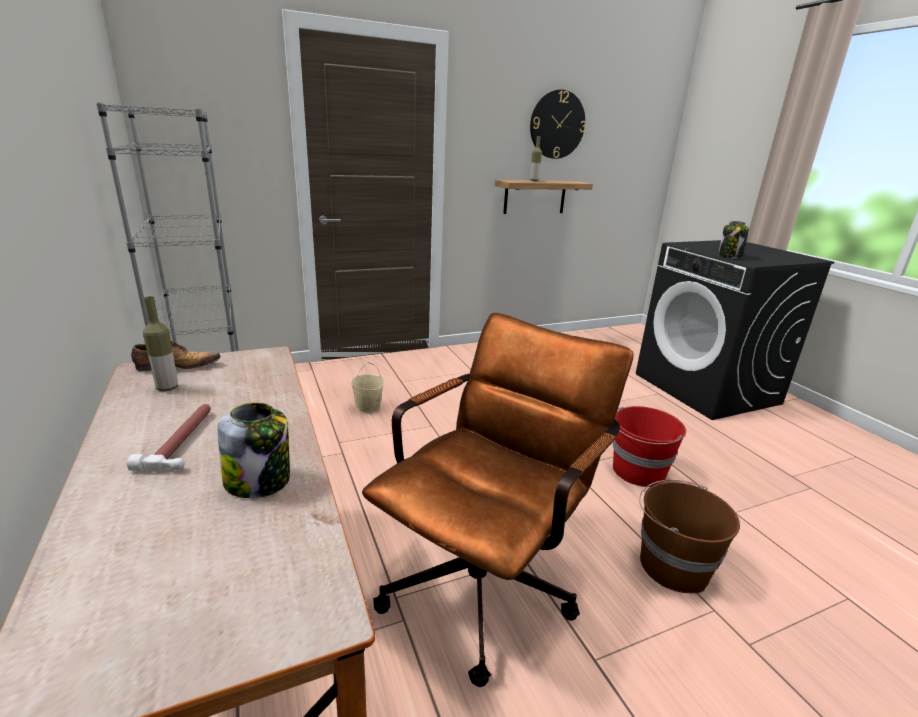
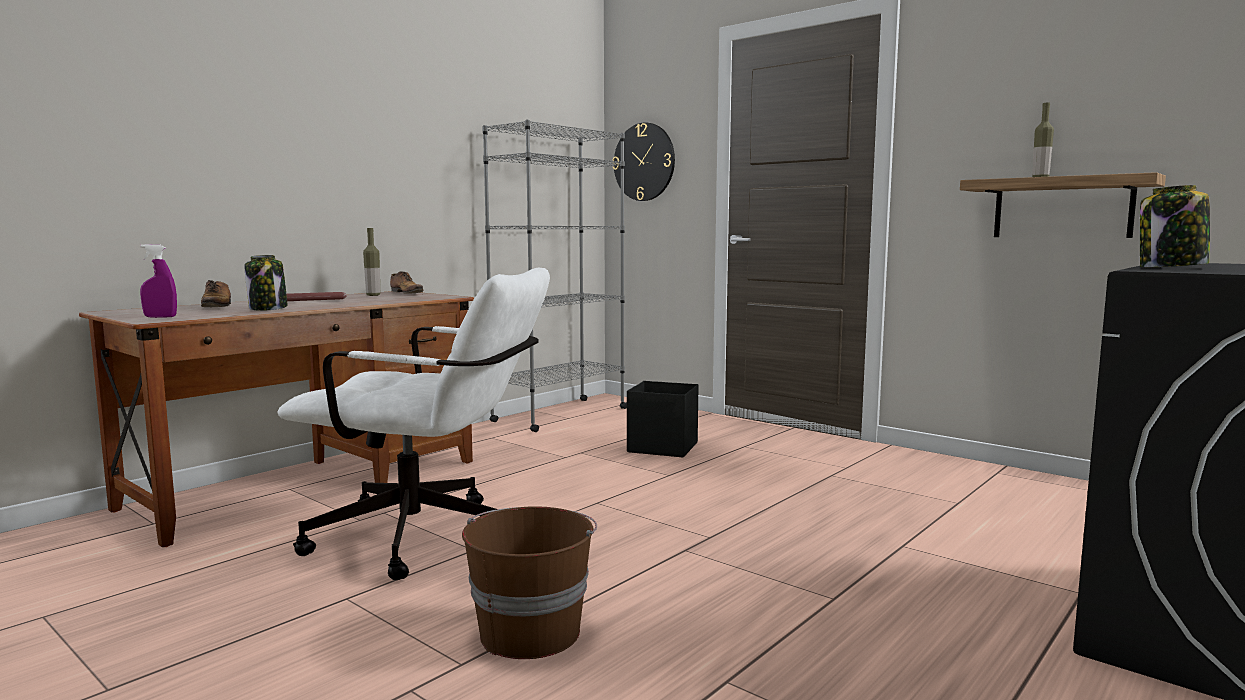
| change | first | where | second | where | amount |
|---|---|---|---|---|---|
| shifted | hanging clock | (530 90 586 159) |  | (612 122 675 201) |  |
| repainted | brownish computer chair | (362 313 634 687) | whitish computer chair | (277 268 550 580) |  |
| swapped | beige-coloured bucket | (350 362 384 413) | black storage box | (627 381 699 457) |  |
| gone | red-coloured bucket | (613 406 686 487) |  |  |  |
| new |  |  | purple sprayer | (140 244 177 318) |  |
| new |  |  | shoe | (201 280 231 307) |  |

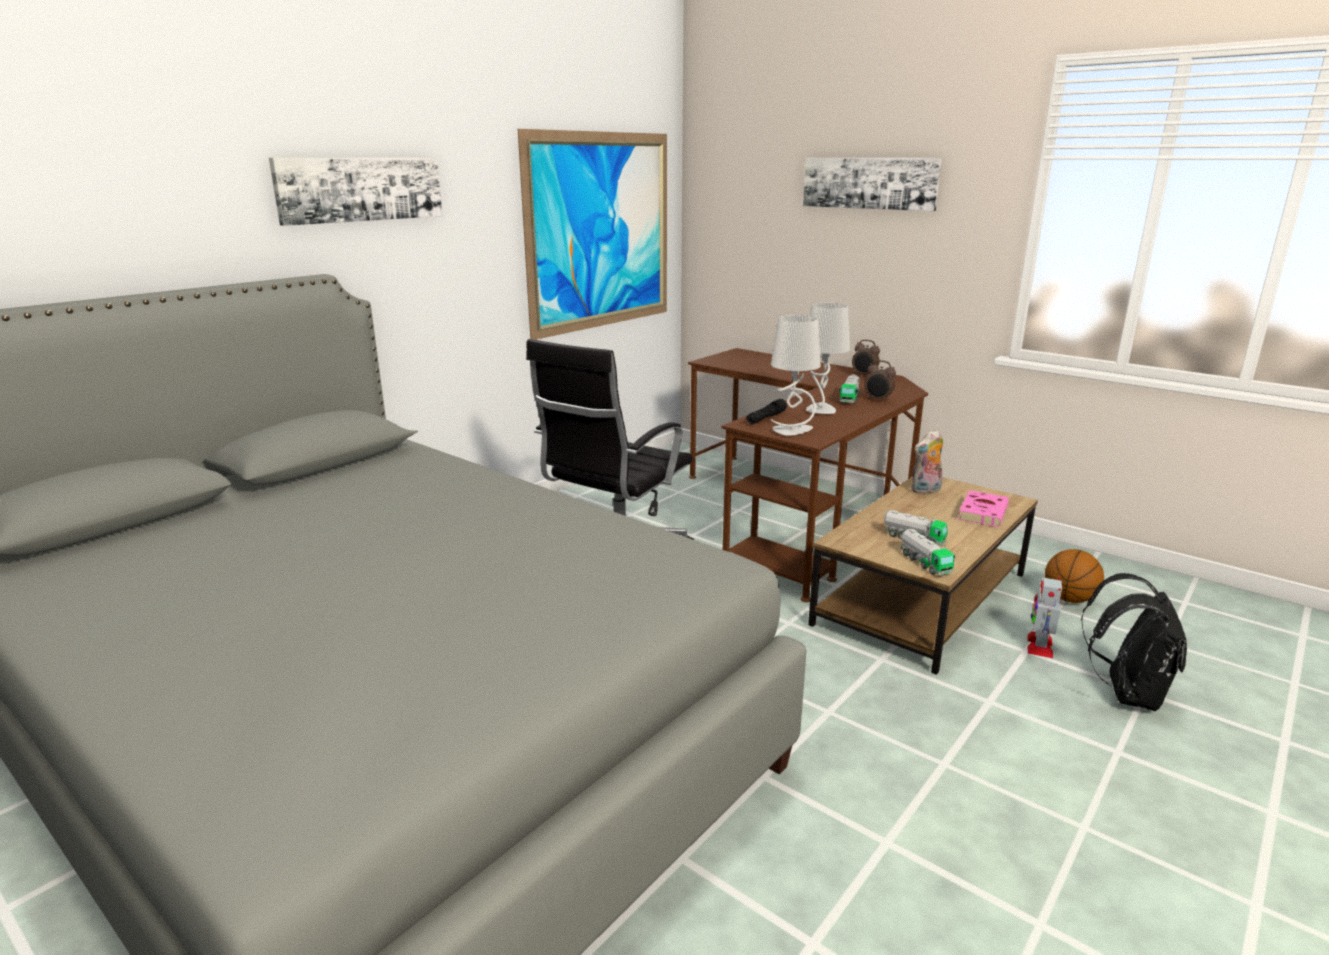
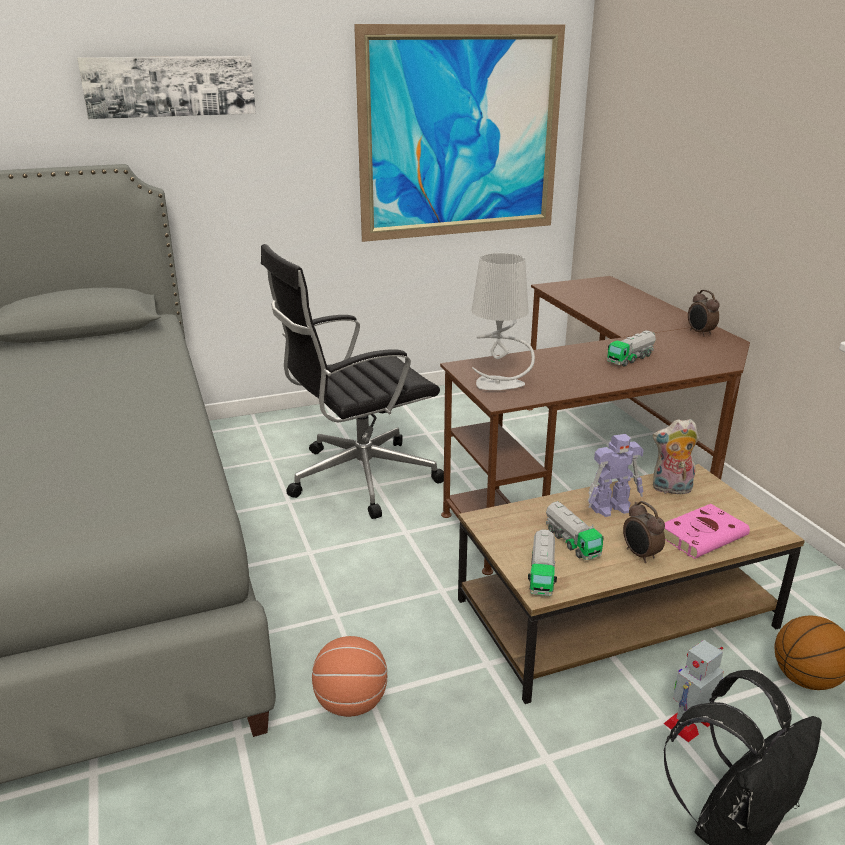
| change | first | where | second | where | amount |
|---|---|---|---|---|---|
| gone | picture | (803 158 942 211) |  |  |  |
| gone | gray table lamp | (806 303 850 414) |  |  |  |
| shifted | alarm clock | (864 360 896 402) |  | (623 501 665 563) |  |
| gone | black flashlight | (746 399 787 424) |  |  |  |
| new |  |  | robot figure | (588 434 644 517) |  |
| new |  |  | ball for basketball | (312 636 387 717) |  |

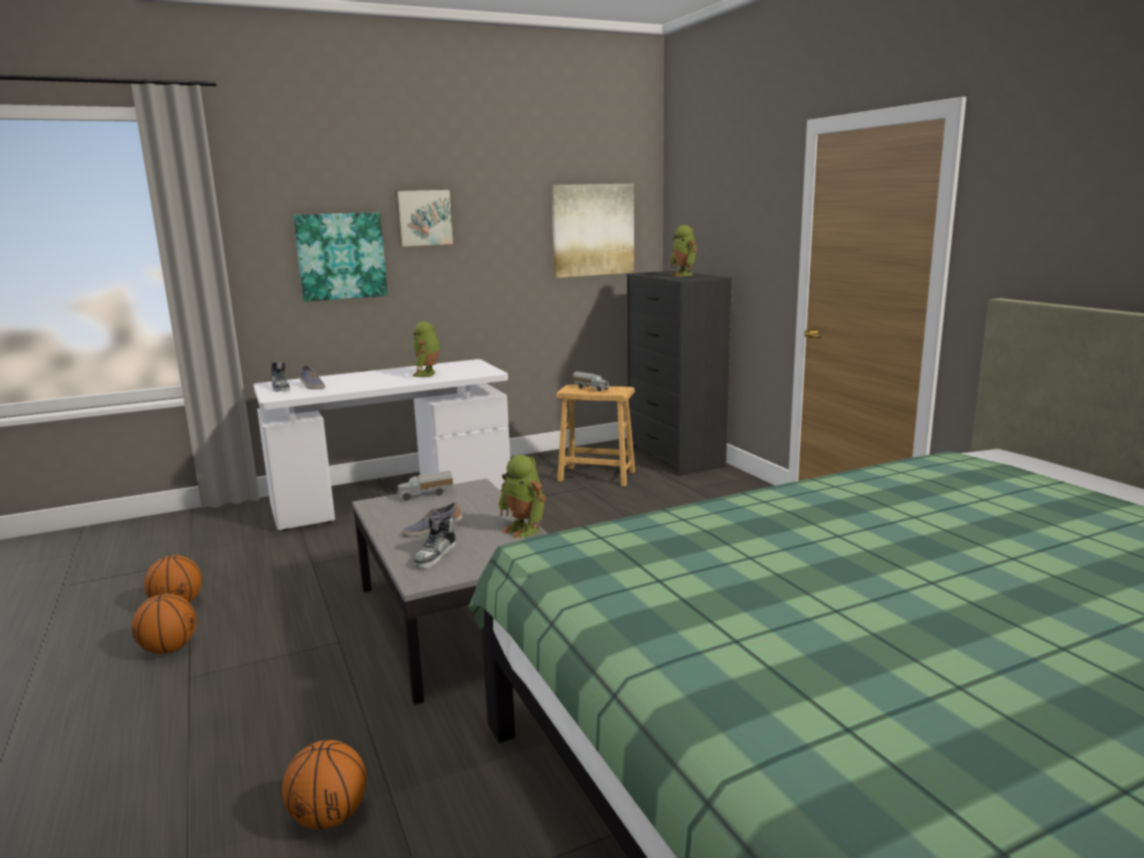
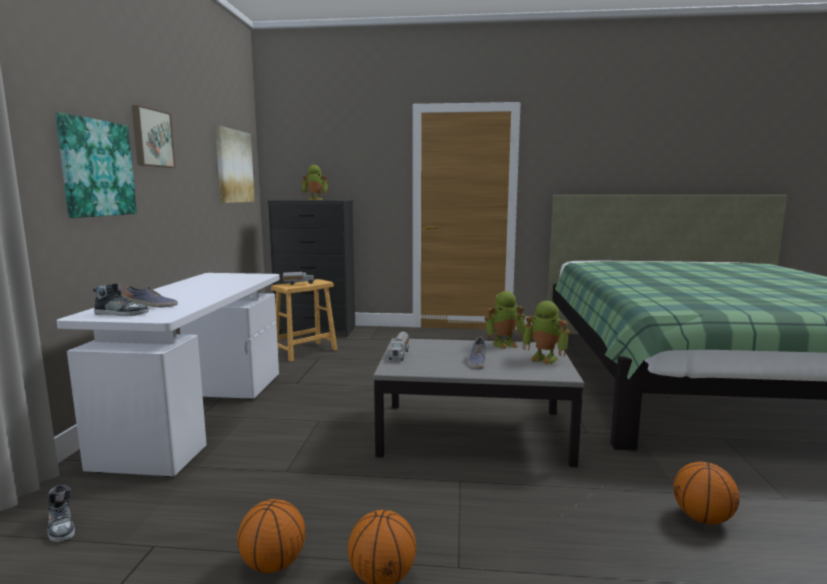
| change | first | where | second | where | amount |
|---|---|---|---|---|---|
| shifted | robot figure | (413 321 440 377) |  | (522 301 570 364) |  |
| shifted | shoe | (413 515 456 568) |  | (48 485 75 542) |  |

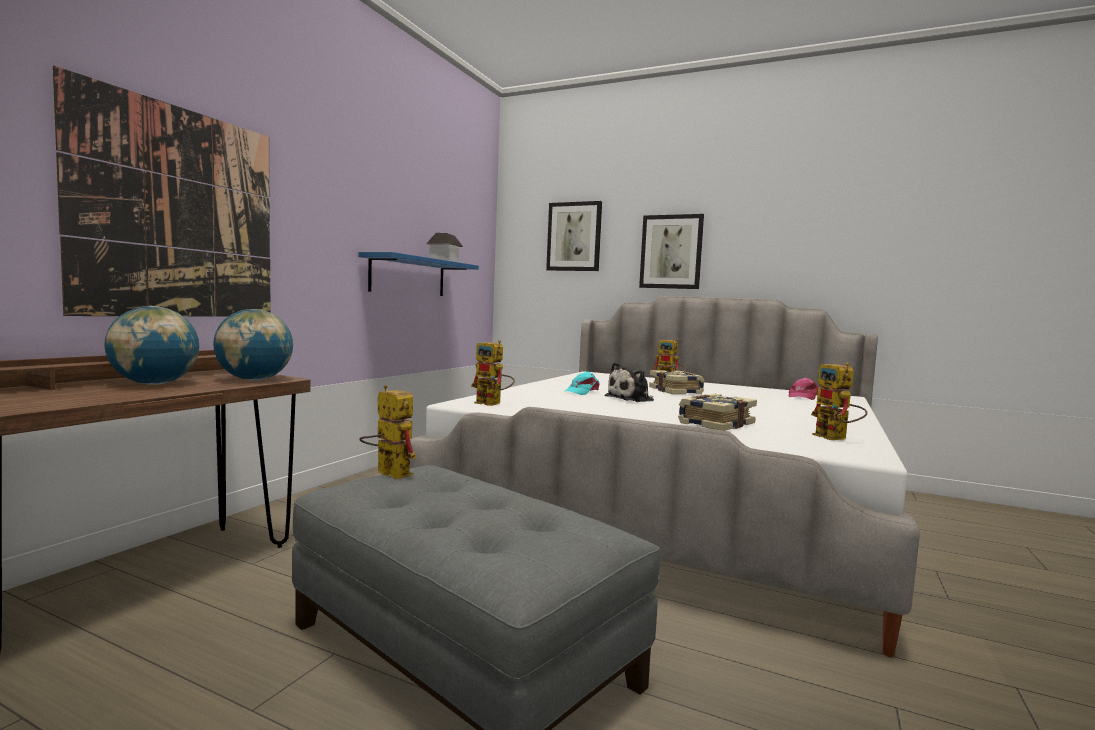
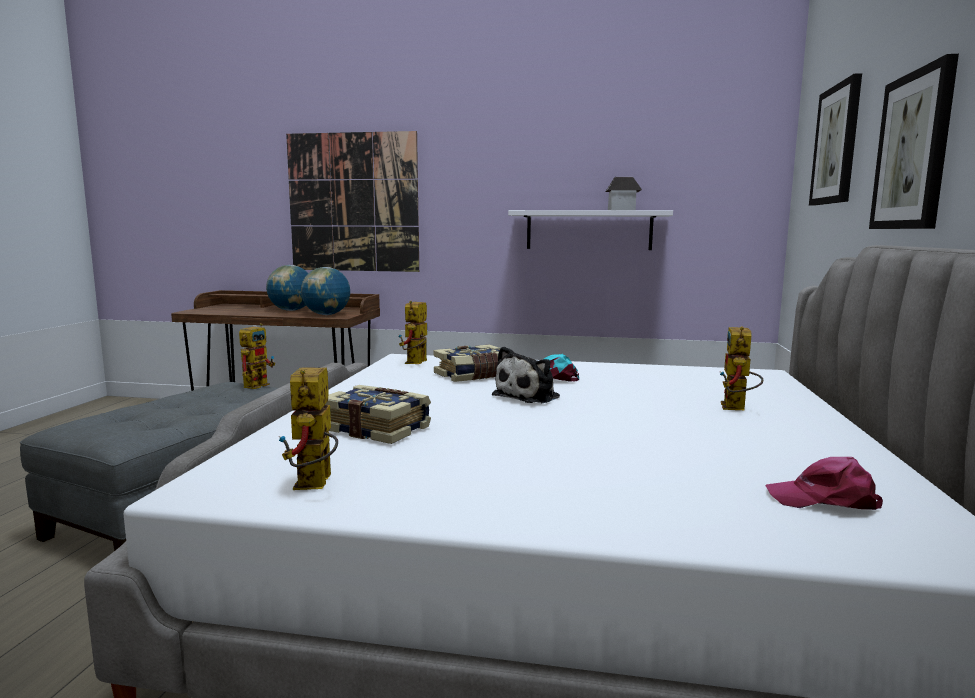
| change | first | where | second | where | amount |
|---|---|---|---|---|---|
| repainted | bluish shelf | (359 252 479 296) | whitish shelf | (508 210 673 250) |  |
| rotated | cuddly toy | (605 362 654 402) |  | (492 346 560 403) | 90 degrees counterclockwise |
| rotated | robot figure | (811 362 868 440) |  | (279 368 338 490) | 60 degrees counterclockwise |
| shifted | book | (649 370 705 394) |  | (433 345 500 382) |  |

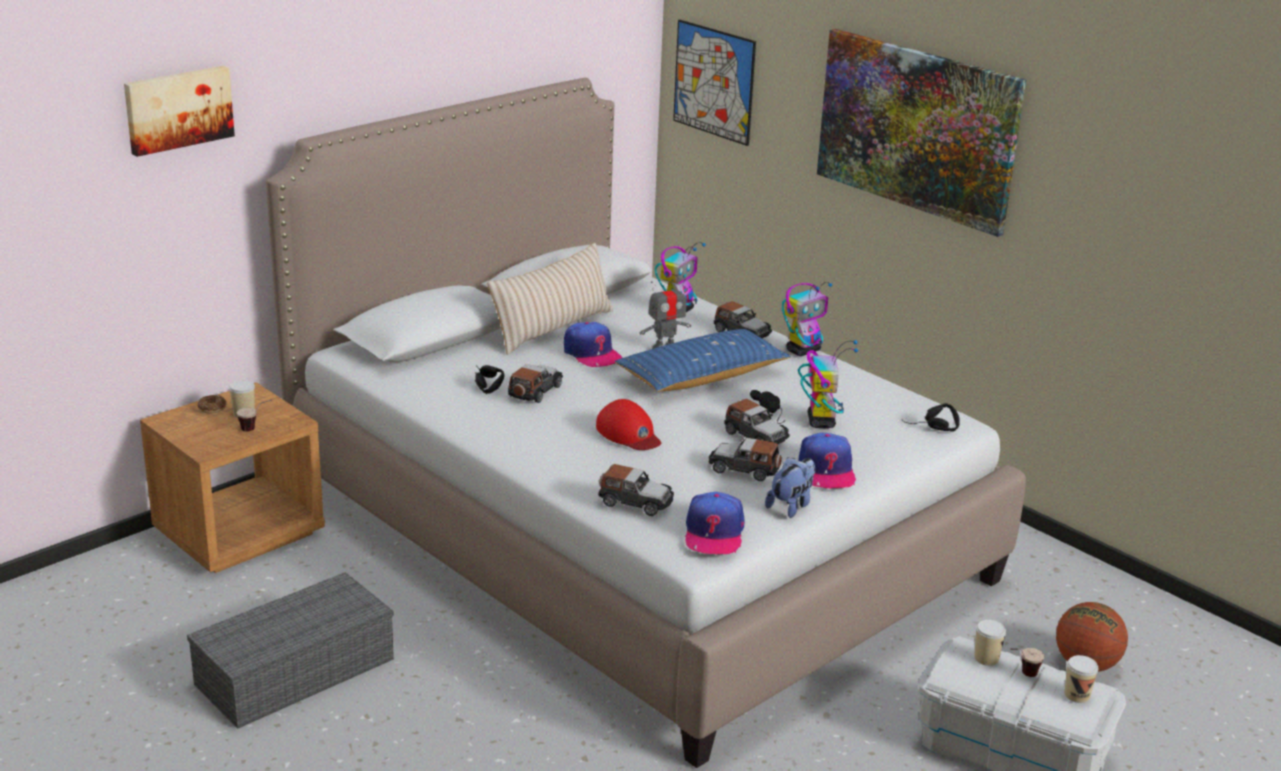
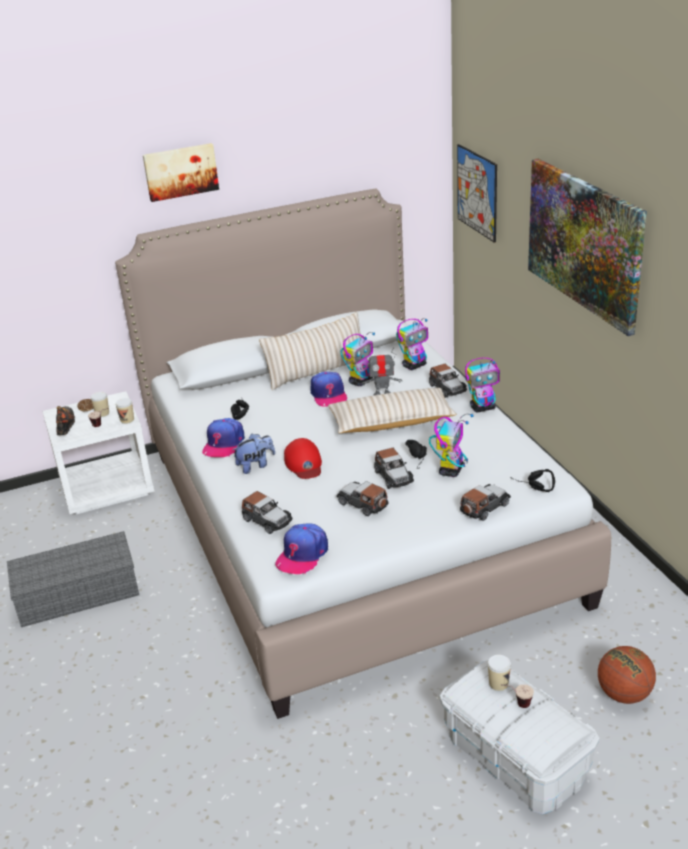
| change | first | where | second | where | amount |
|---|---|---|---|---|---|
| shifted | picture | (124 66 235 157) |  | (143 143 219 202) |  |
| repainted | bluish pillow | (615 329 791 392) | beige-coloured pillow | (328 388 457 433) |  |
| shifted | model car | (508 364 563 403) |  | (460 484 511 521) |  |
| repainted | brownish night table | (140 382 325 573) | whitish night table | (43 391 155 515) |  |
| shifted | cap | (798 433 856 488) |  | (202 418 245 457) |  |
| shifted | cuddly toy | (765 457 815 518) |  | (232 434 275 474) |  |
| shifted | drinking cup | (1065 655 1099 703) |  | (115 398 134 424) |  |
| new |  |  | robot figure | (341 332 375 386) |  |
| new |  |  | shoe | (56 406 75 435) |  |

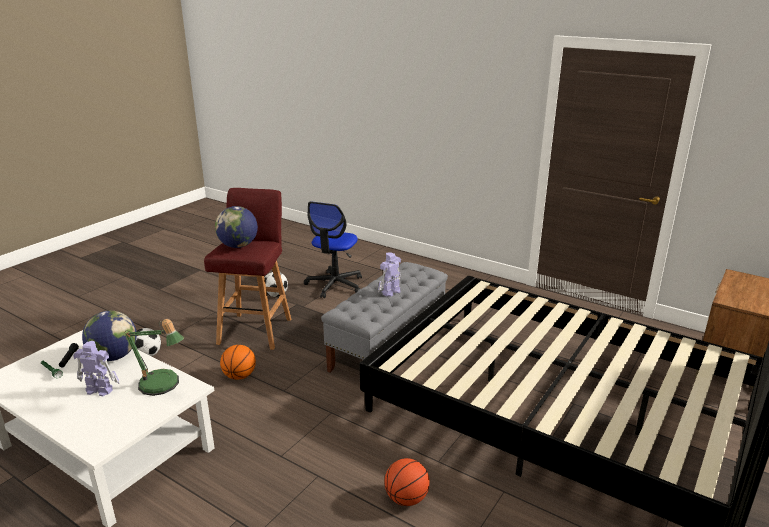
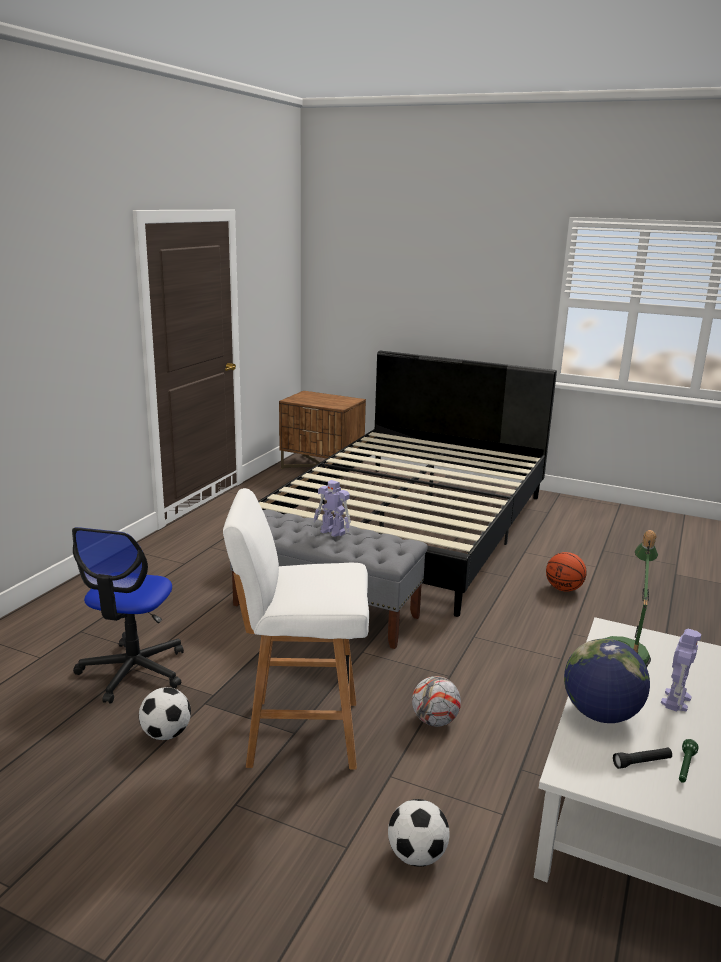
| change | first | where | second | where | amount |
|---|---|---|---|---|---|
| repainted | red-coloured stool | (204 188 291 350) | whitish stool | (223 488 369 770) |  |
| rotated | computer chair | (304 201 362 298) |  | (72 527 184 704) | 90 degrees clockwise |
| gone | globe | (215 206 258 248) |  |  |  |
| rotated | robot figure | (73 341 120 396) |  | (661 629 702 712) | 150 degrees counterclockwise |
| swapped | ball for basketball | (220 345 256 380) | football | (412 676 461 727) |  |

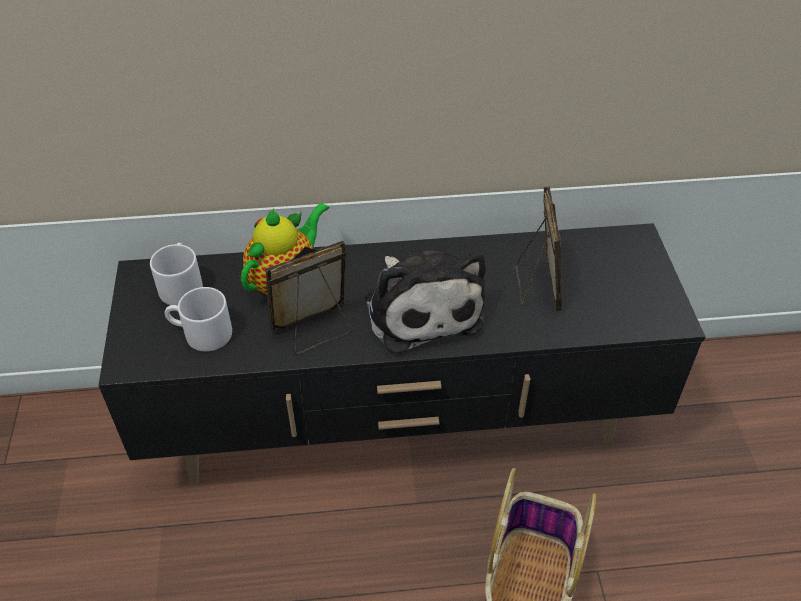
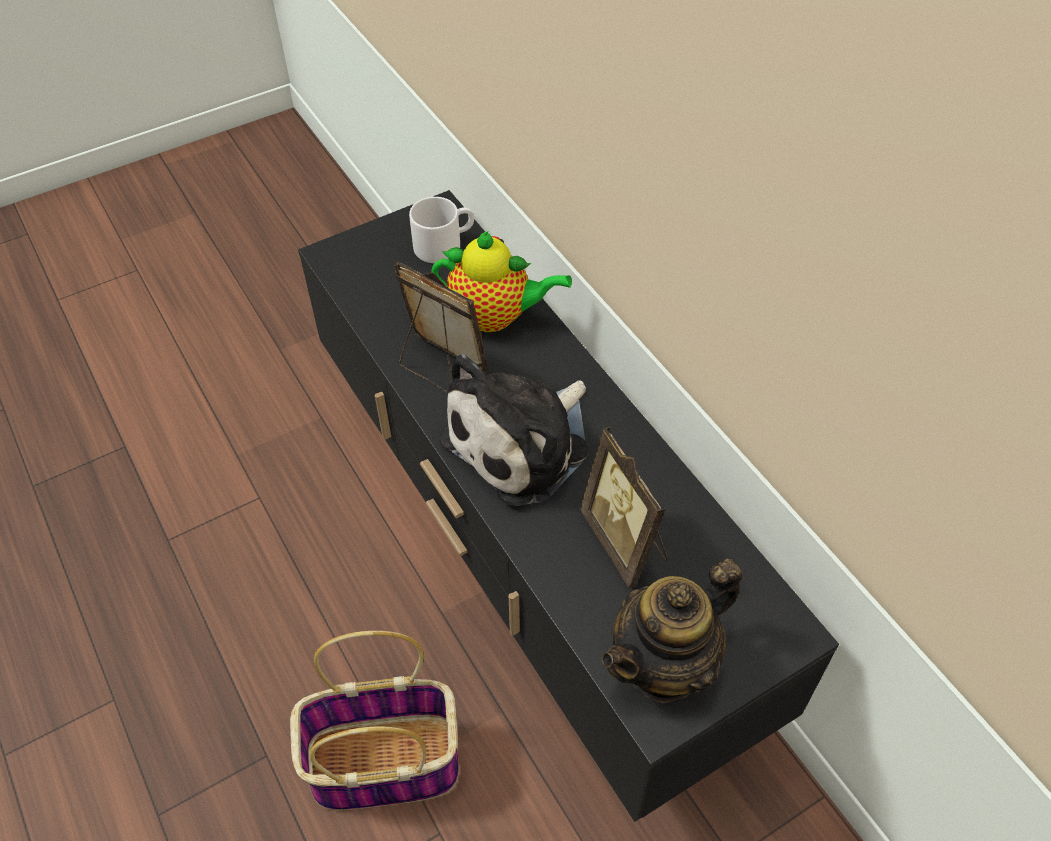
| change | first | where | second | where | amount |
|---|---|---|---|---|---|
| rotated | photo frame | (516 187 562 311) |  | (580 427 668 588) | 90 degrees clockwise |
| gone | whitish tea mug | (165 287 232 352) |  |  |  |
| new |  |  | tea pot | (601 558 742 704) |  |

